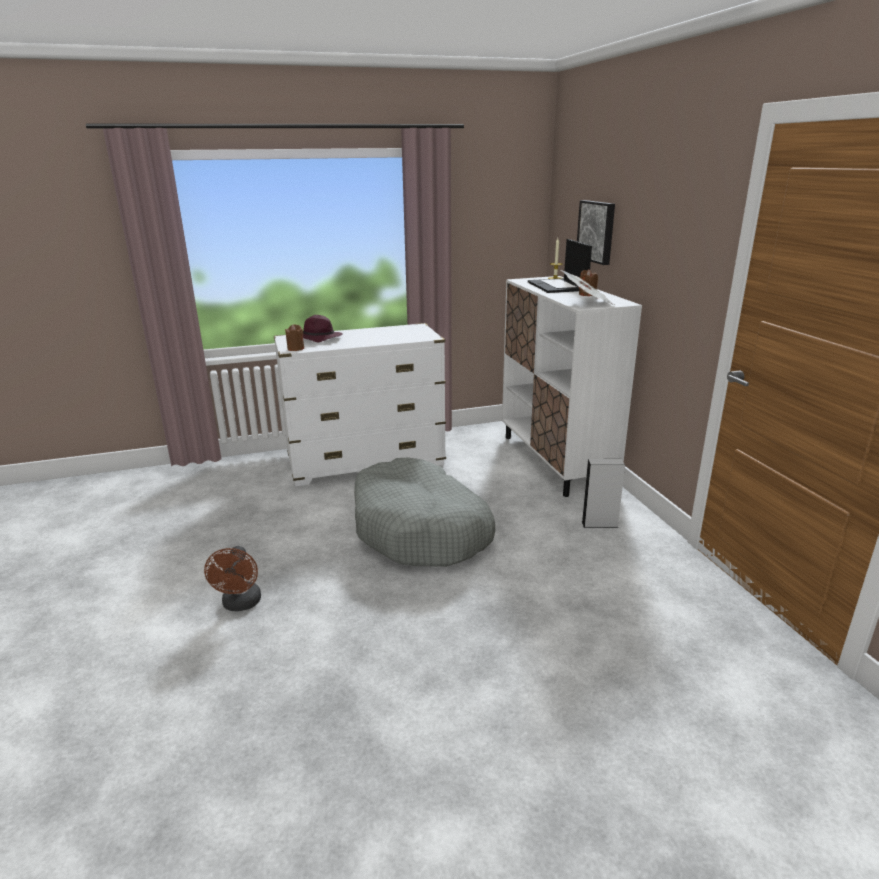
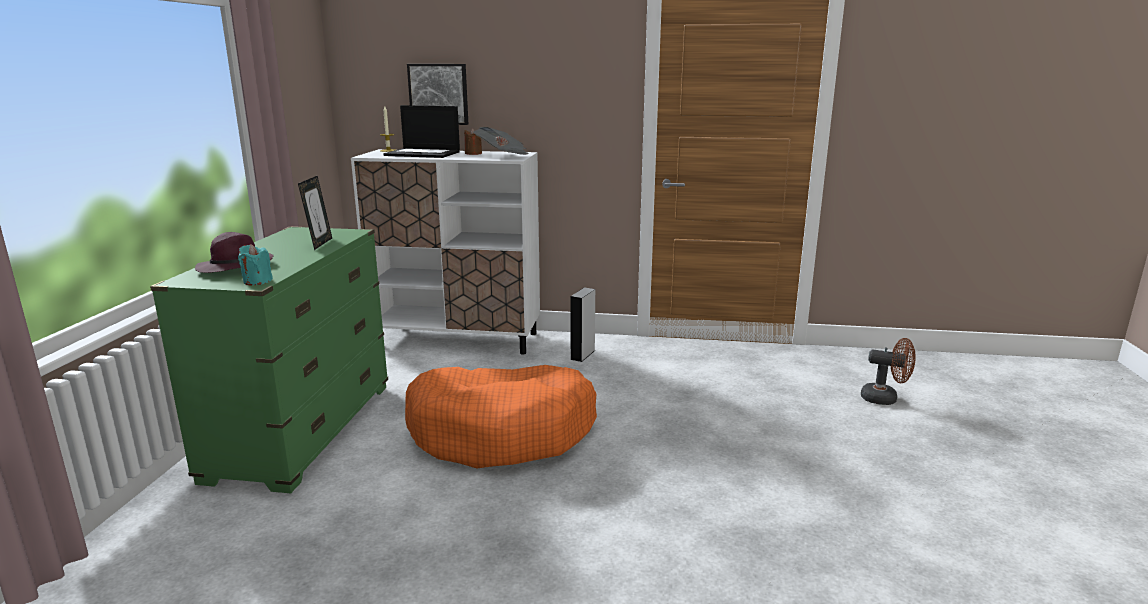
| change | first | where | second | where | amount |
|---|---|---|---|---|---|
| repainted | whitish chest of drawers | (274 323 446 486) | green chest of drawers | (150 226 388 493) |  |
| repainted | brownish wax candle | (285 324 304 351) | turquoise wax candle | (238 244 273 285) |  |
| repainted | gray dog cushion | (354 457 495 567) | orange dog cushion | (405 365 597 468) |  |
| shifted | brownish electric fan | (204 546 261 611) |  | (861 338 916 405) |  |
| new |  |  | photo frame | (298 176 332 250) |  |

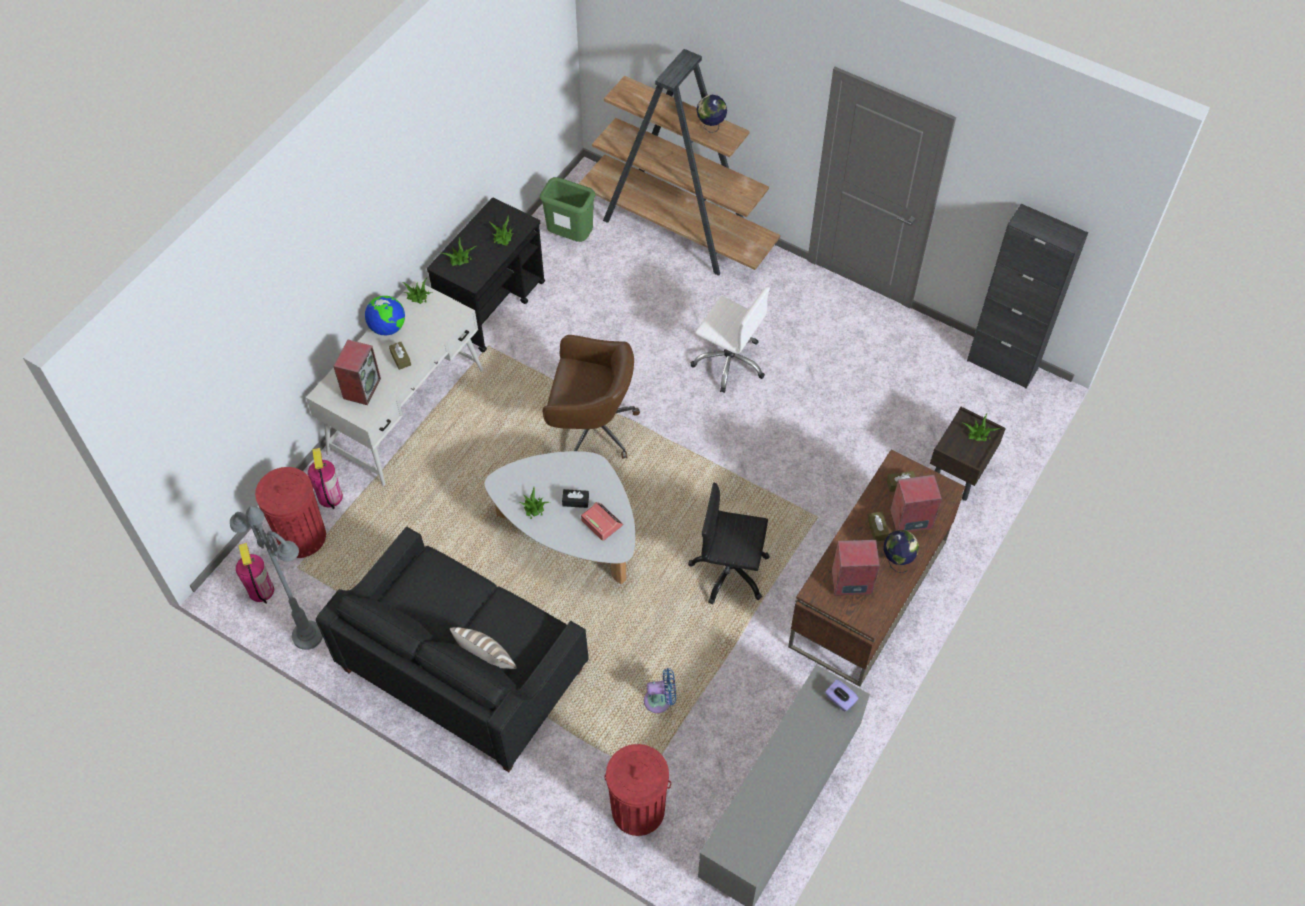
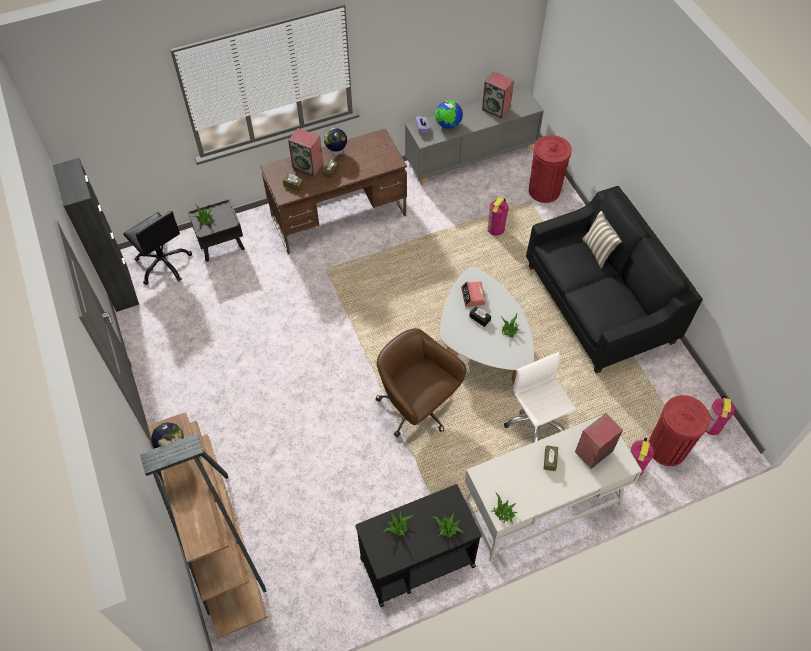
| change | first | where | second | where | amount |
|---|---|---|---|---|---|
| gone | green waste bin | (540 177 595 242) |  |  |  |
| shifted | whitish computer chair | (691 287 770 393) |  | (504 352 576 443) |  |
| shifted | globe | (365 296 405 336) |  | (435 100 463 129) |  |
| shifted | black computer chair | (688 483 770 605) |  | (123 211 192 285) |  |
| gone | gray standing lamp | (230 506 323 650) |  |  |  |
| shifted | audio speaker | (832 540 880 595) |  | (482 72 514 119) |  |
| swapped | bluish electric fan | (644 668 676 713) | fire-fighting cylinder | (488 197 509 236) |  |

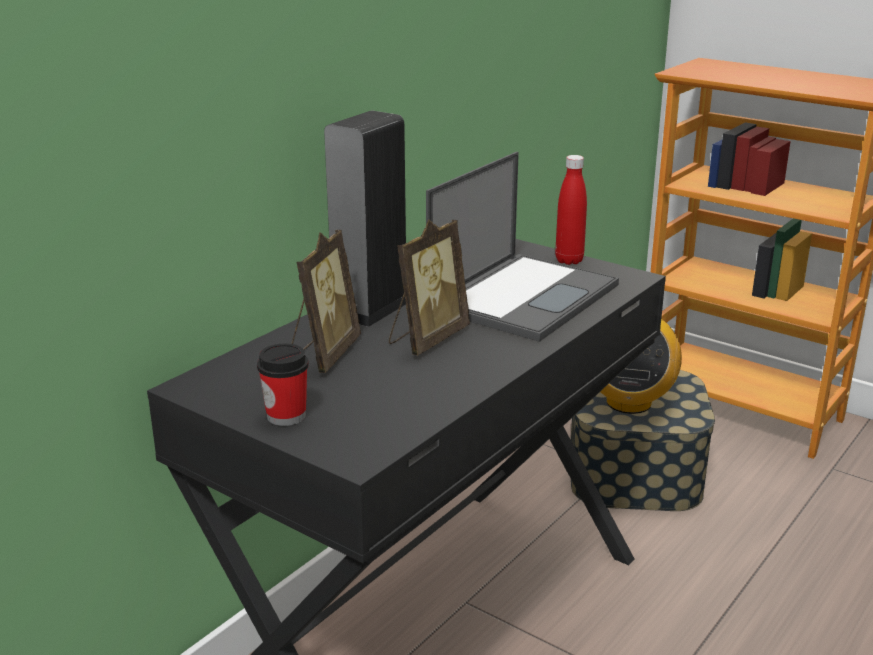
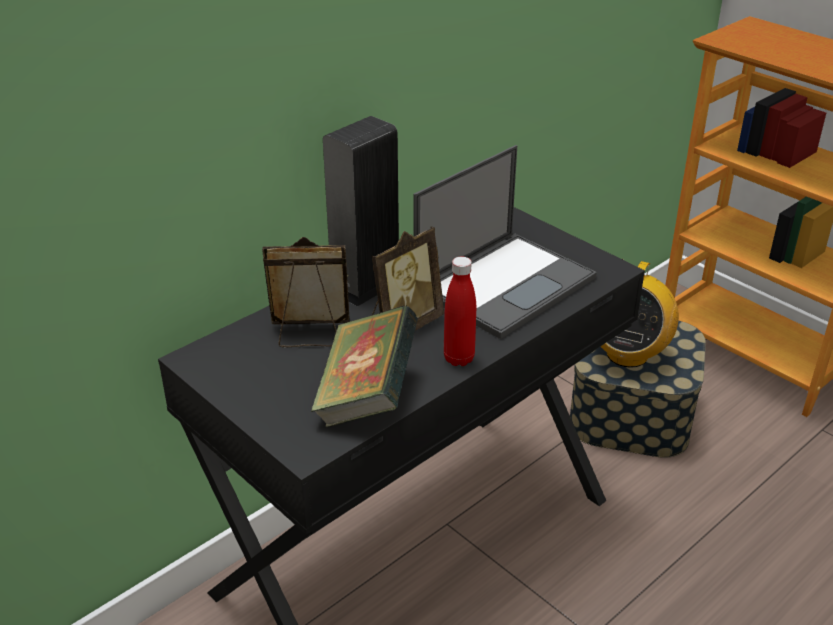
| change | first | where | second | where | amount |
|---|---|---|---|---|---|
| shifted | red-coloured bottle | (555 155 587 265) |  | (444 257 476 366) |  |
| rotated | photo frame | (291 230 361 373) |  | (262 237 350 347) | 120 degrees counterclockwise |
| gone | drinking cup | (257 344 309 426) |  |  |  |
| new |  |  | book | (311 306 418 428) |  |

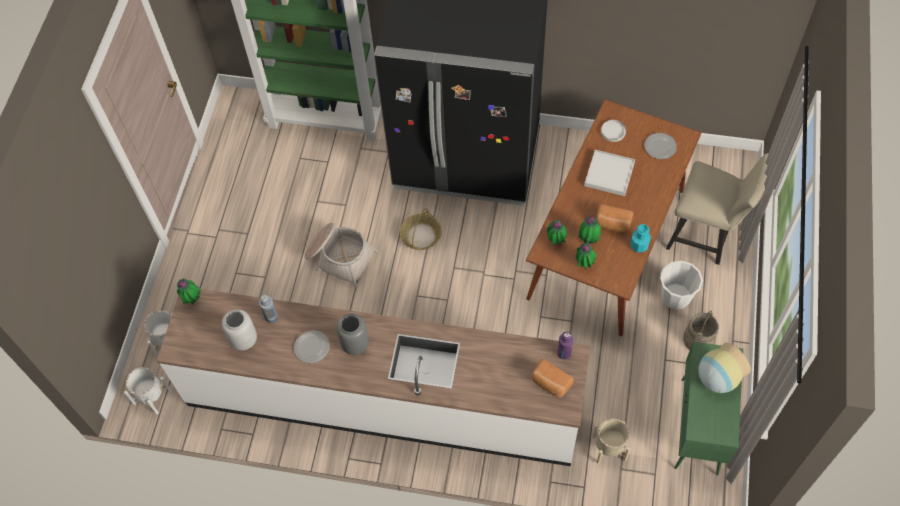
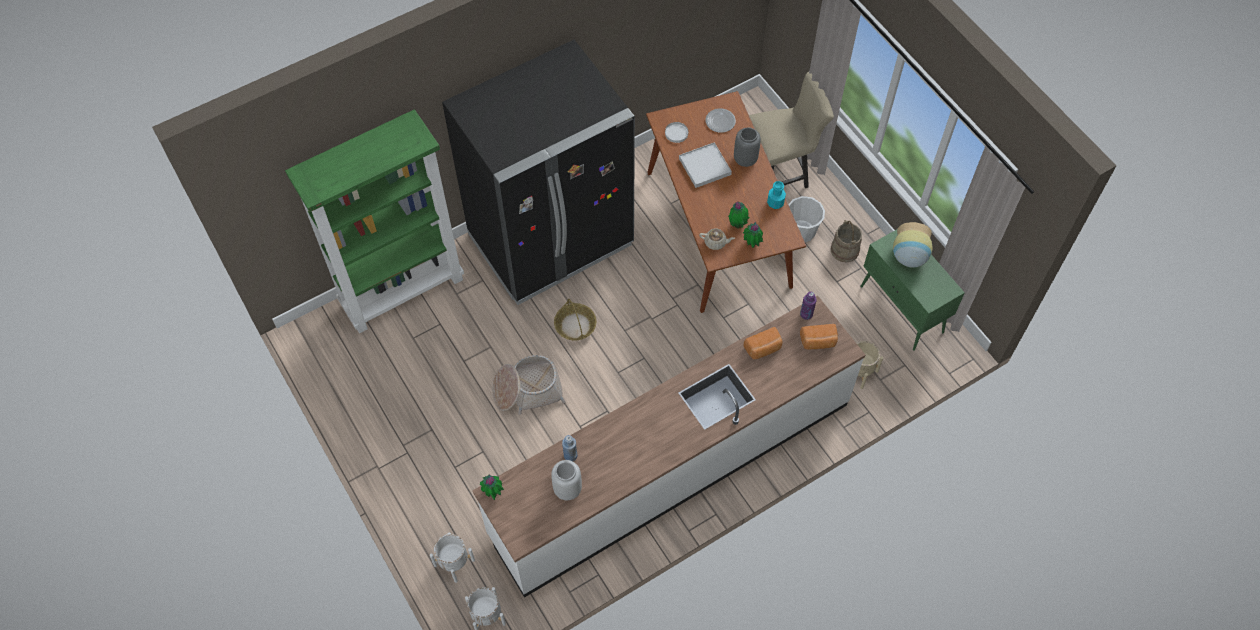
| change | first | where | second | where | amount |
|---|---|---|---|---|---|
| shifted | baked bread | (596 204 633 233) |  | (743 327 783 359) |  |
| swapped | potted plant | (547 219 567 246) | beige-coloured tea pot | (699 229 735 250) |  |
| shifted | gray flower vase | (337 314 369 355) |  | (734 127 761 167) |  |
| gone | dinner plate | (294 331 330 363) |  |  |  |

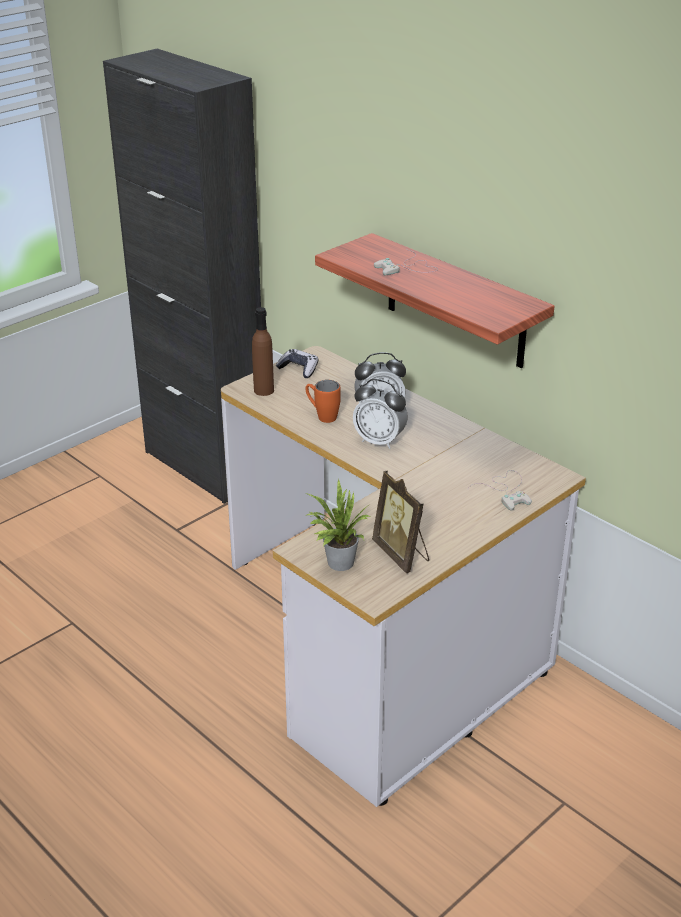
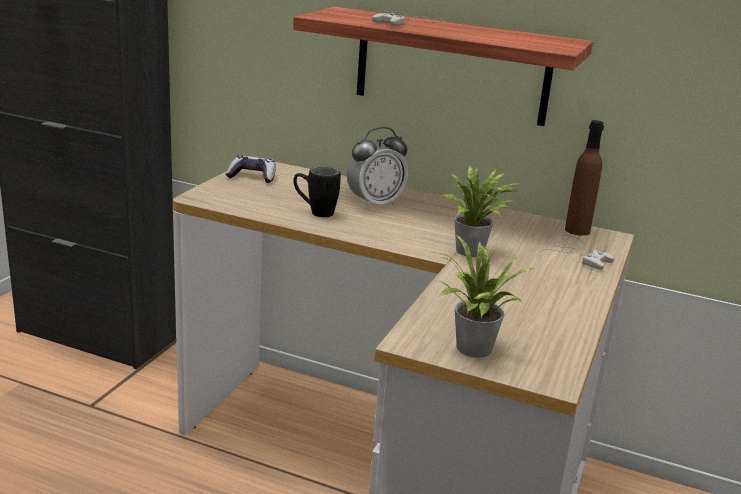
| change | first | where | second | where | amount |
|---|---|---|---|---|---|
| shifted | brownish bottle | (252 307 274 396) |  | (565 120 604 236) |  |
| gone | alarm clock | (353 379 408 449) |  |  |  |
| repainted | orange tea mug | (306 380 341 423) | black tea mug | (293 166 341 217) |  |
| gone | photo frame | (372 471 429 573) |  |  |  |
| new |  |  | potted plant | (443 164 522 257) |  |

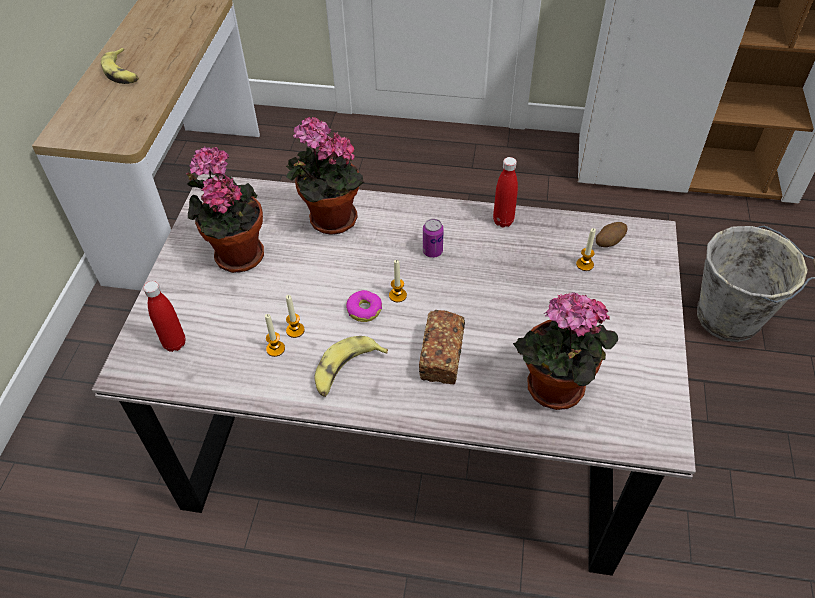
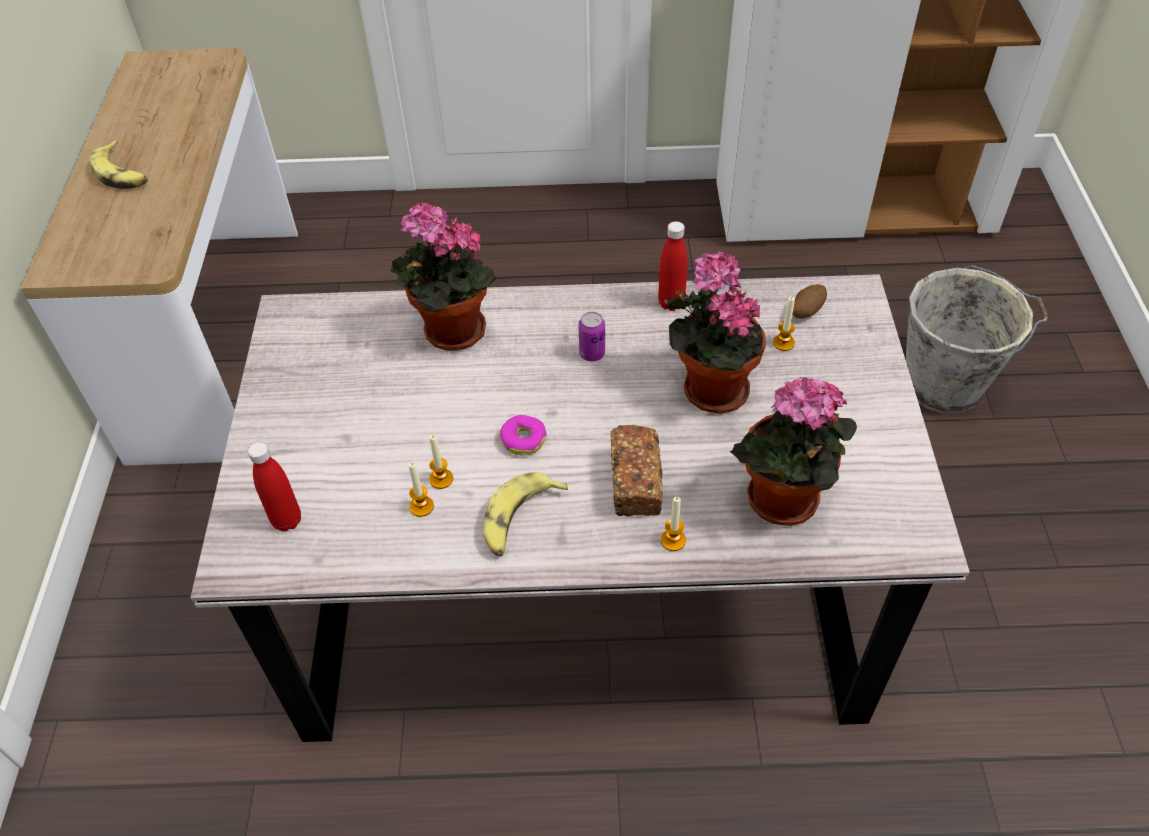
| change | first | where | second | where | amount |
|---|---|---|---|---|---|
| shifted | potted plant | (186 146 264 273) |  | (666 252 766 414) |  |
| shifted | wax candle | (389 260 407 302) |  | (661 497 686 551) |  |

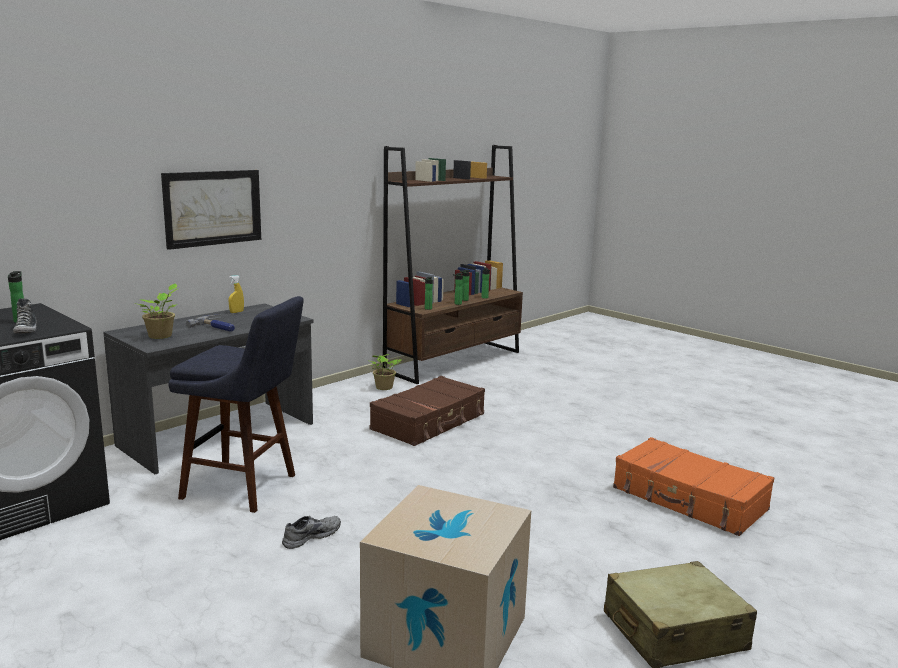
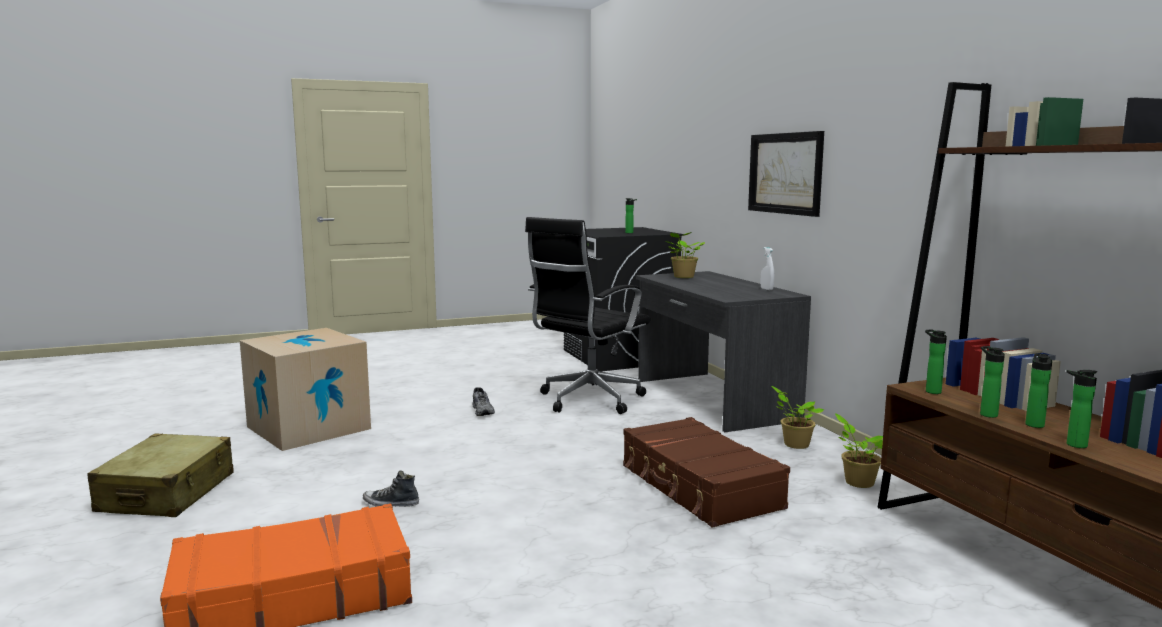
| change | first | where | second | where | amount |
|---|---|---|---|---|---|
| repainted | yellow-coloured sprayer | (229 275 244 313) | whitish sprayer | (761 247 774 290) |  |
| swapped | bluish stool | (168 296 304 513) | black computer chair | (525 217 650 414) |  |
| shifted | shoe | (13 298 37 333) |  | (363 471 419 507) |  |
| gone | hammer | (186 315 235 332) |  |  |  |
| new |  |  | potted plant | (772 386 824 449) |  |

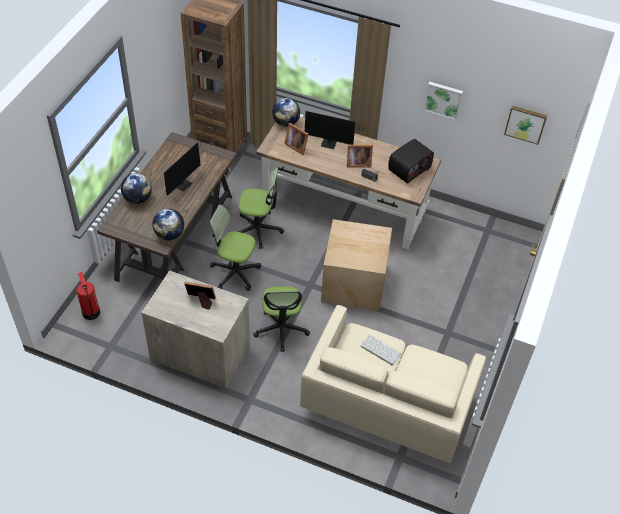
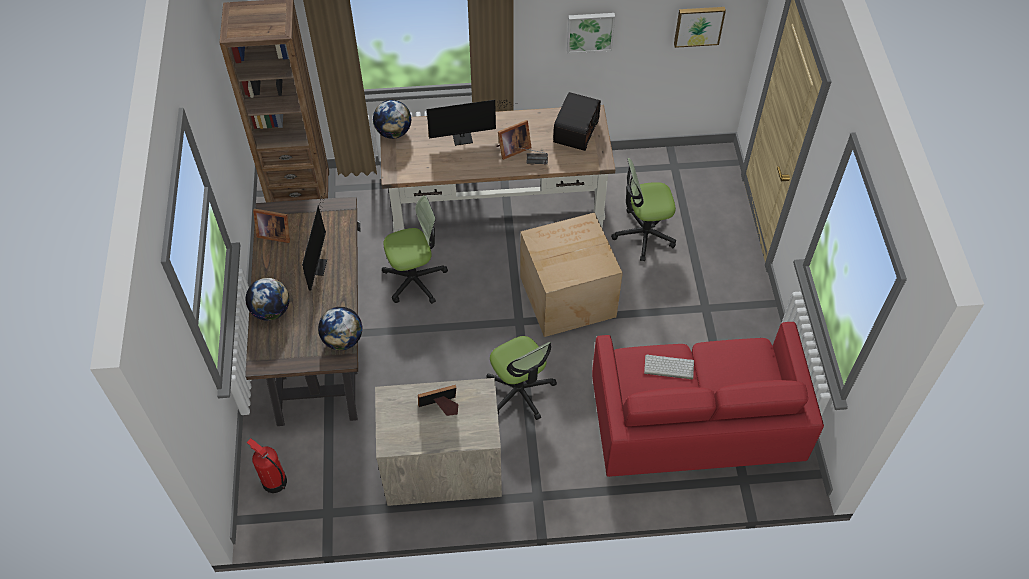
| change | first | where | second | where | amount |
|---|---|---|---|---|---|
| shifted | photo frame | (284 123 309 155) |  | (253 209 290 243) |  |
| shifted | computer chair | (210 205 261 291) |  | (611 158 676 261) |  |
| repainted | beige-coloured settee | (300 305 486 463) | red-coloured settee | (592 322 824 477) |  |

